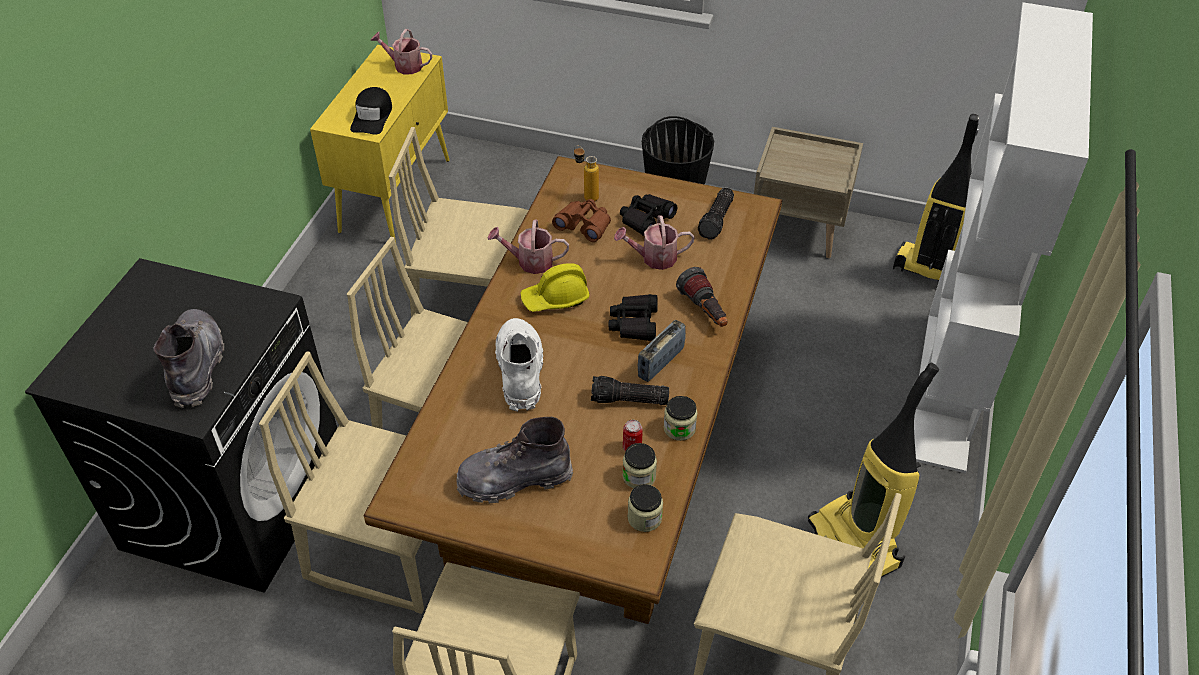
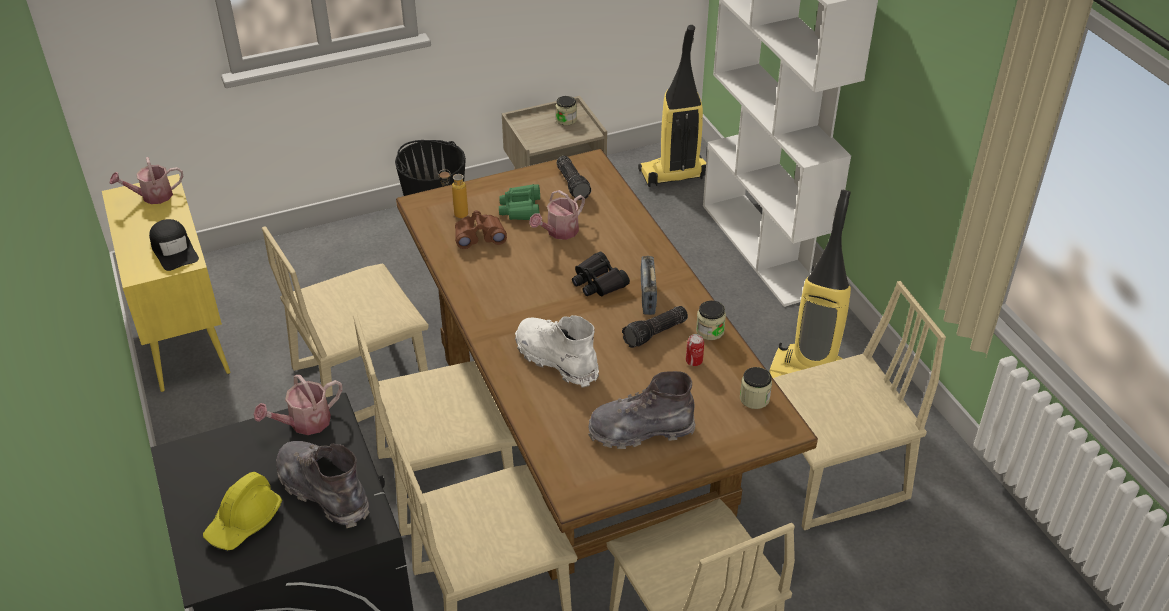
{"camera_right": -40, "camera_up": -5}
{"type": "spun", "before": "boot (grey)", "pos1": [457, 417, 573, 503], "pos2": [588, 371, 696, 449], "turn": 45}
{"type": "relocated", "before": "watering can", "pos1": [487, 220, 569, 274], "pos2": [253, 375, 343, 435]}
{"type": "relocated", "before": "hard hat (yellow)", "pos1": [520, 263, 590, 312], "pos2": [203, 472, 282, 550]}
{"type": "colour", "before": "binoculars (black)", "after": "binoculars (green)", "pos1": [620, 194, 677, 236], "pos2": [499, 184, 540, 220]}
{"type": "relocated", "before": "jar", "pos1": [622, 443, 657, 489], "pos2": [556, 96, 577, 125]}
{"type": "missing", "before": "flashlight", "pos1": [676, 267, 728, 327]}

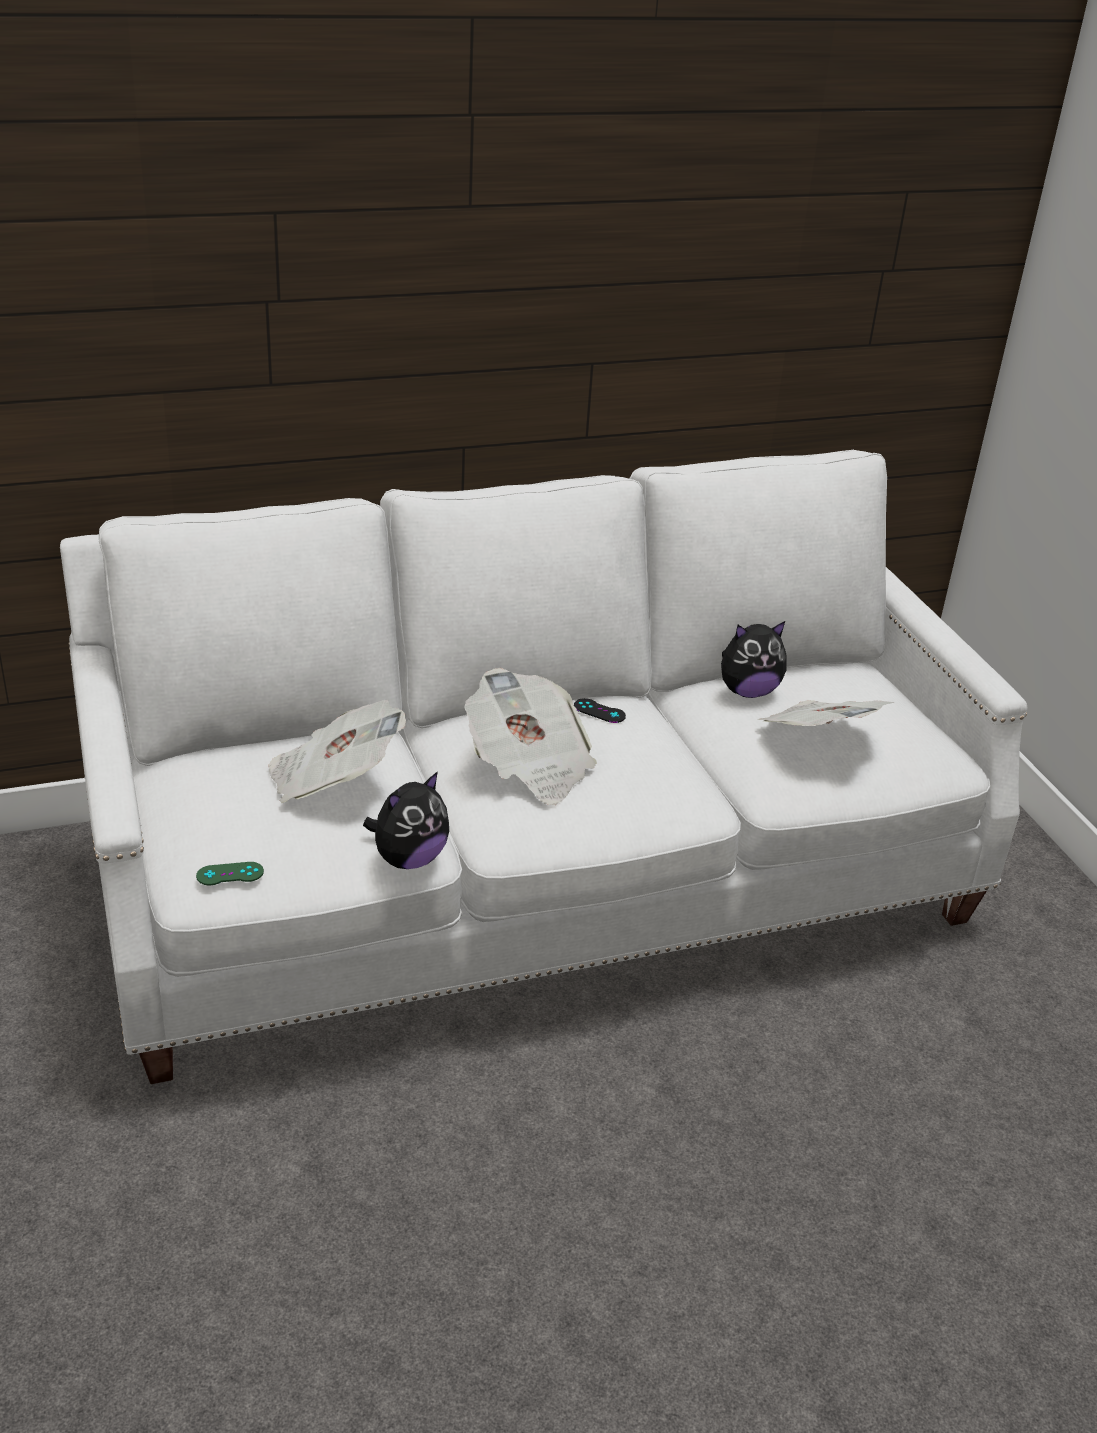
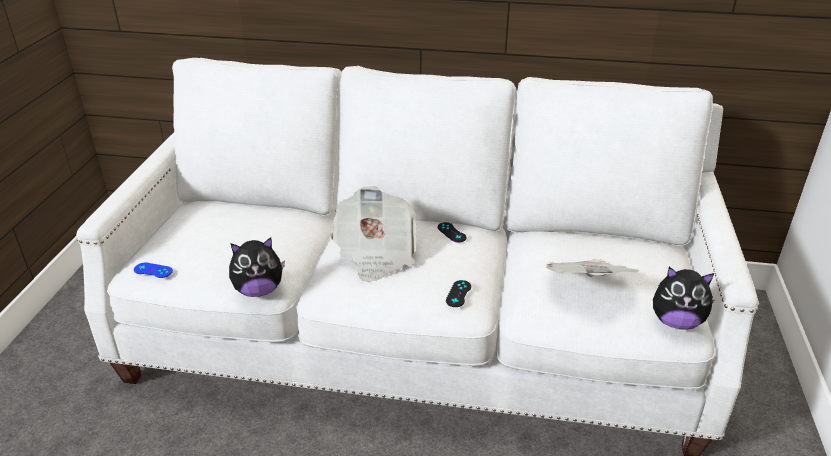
{"camera_right": 30, "camera_up": 0}
{"type": "colour", "before": "game controller (green)", "after": "game controller (blue)", "pos1": [196, 862, 264, 885], "pos2": [134, 262, 173, 278]}
{"type": "missing", "before": "newspaper", "pos1": [268, 700, 406, 803]}
{"type": "relocated", "before": "plush toy", "pos1": [721, 621, 787, 698], "pos2": [653, 267, 714, 330]}
{"type": "appeared", "after": "game controller (black)", "pos2": [446, 280, 471, 307]}

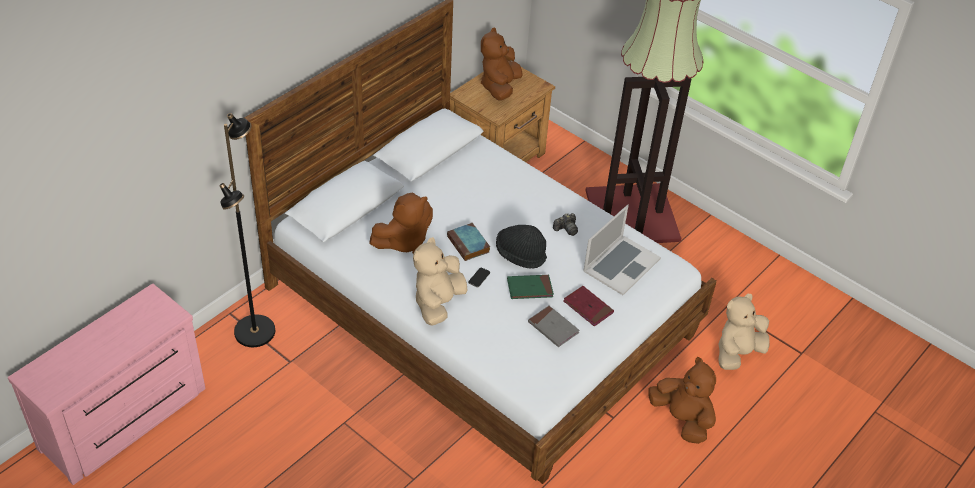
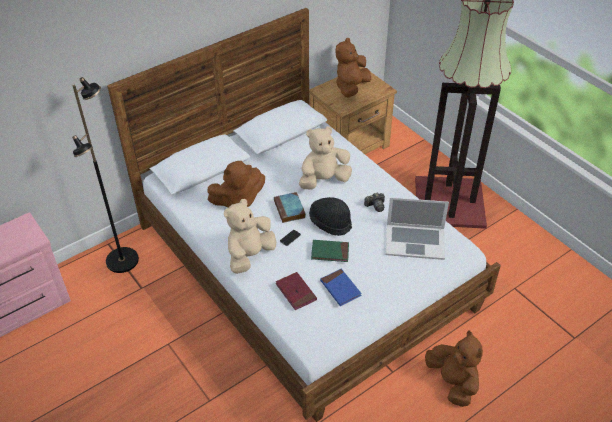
{"camera_right": 15, "camera_up": 0}
{"type": "colour", "before": "book (grey)", "after": "book (blue)", "pos1": [528, 306, 579, 347], "pos2": [320, 269, 362, 306]}
{"type": "relocated", "before": "book (red)", "pos1": [564, 286, 614, 327], "pos2": [276, 272, 317, 310]}
{"type": "spun", "before": "laptop", "pos1": [584, 205, 661, 295], "pos2": [386, 197, 449, 260], "turn": 45}
{"type": "relocated", "before": "plush toy (beige)", "pos1": [718, 294, 770, 370], "pos2": [299, 126, 352, 190]}

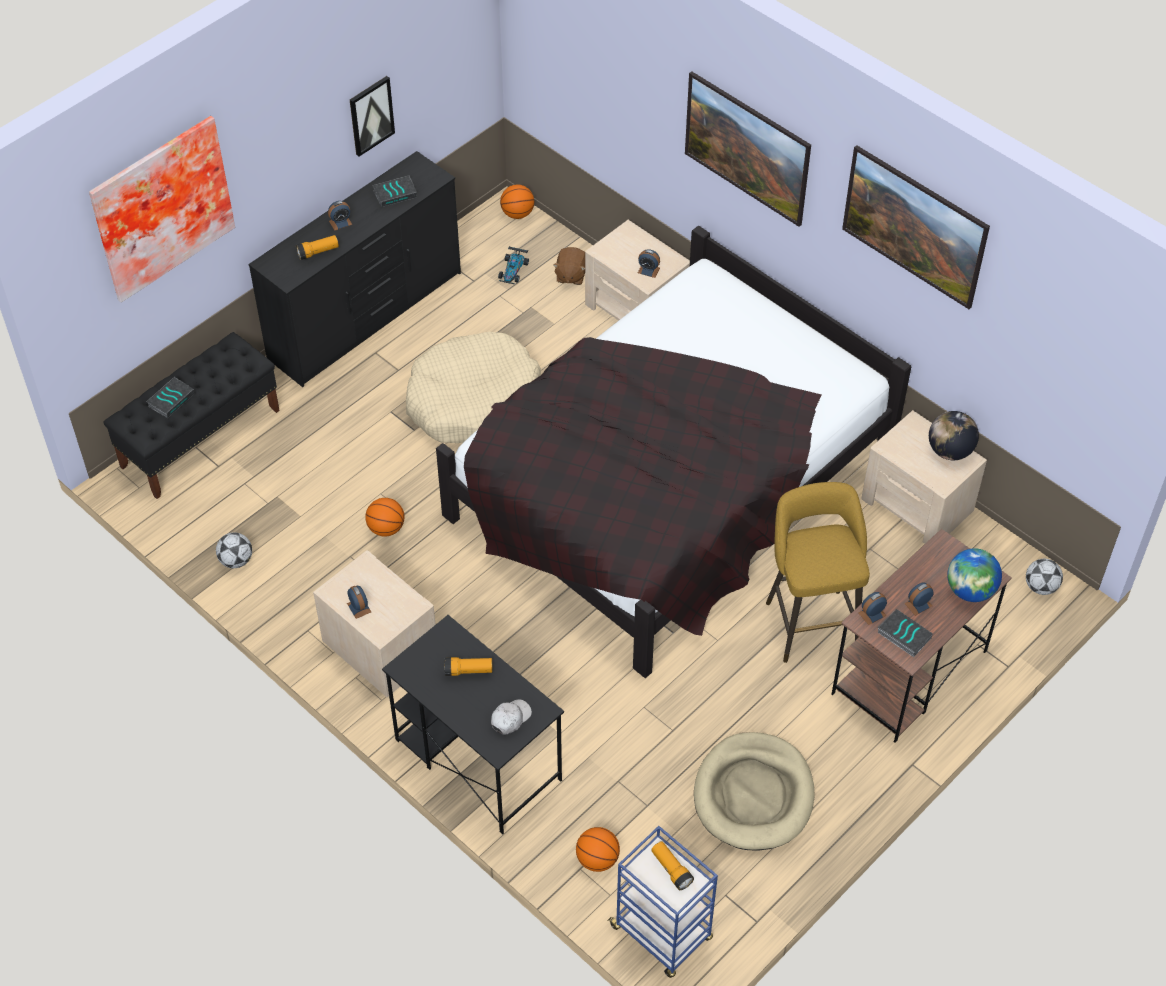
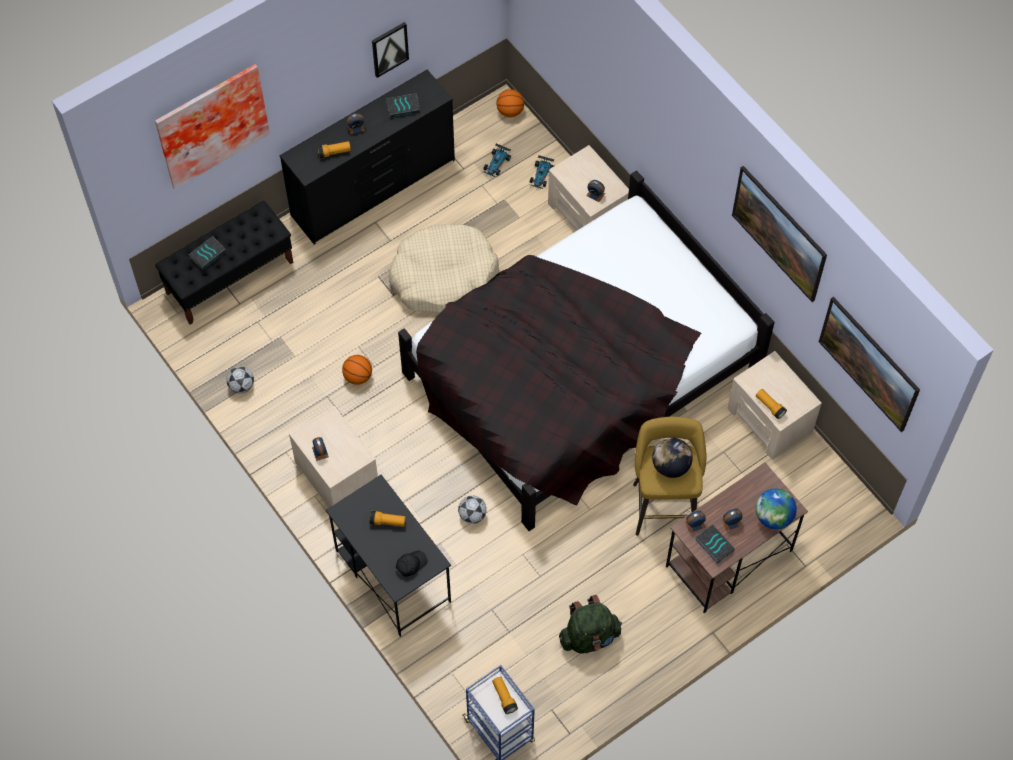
{"camera_right": 10, "camera_up": 10}
{"type": "colour", "before": "cap (white)", "after": "cap (black)", "pos1": [491, 699, 532, 735], "pos2": [396, 551, 427, 577]}
{"type": "exchanged", "before": "plush toy (brown)", "after": "toy car", "pos1": [553, 247, 585, 285], "pos2": [530, 155, 554, 189]}
{"type": "missing", "before": "basketball", "pos1": [576, 827, 620, 872]}
{"type": "relocated", "before": "picture", "pos1": [685, 72, 811, 227], "pos2": [819, 297, 920, 432]}
{"type": "exchanged", "before": "dog bed (beige)", "after": "backpack (green)", "pos1": [694, 732, 815, 850], "pos2": [559, 595, 622, 654]}
{"type": "relocated", "before": "globe", "pos1": [929, 411, 979, 460], "pos2": [652, 438, 693, 478]}
{"type": "relocated", "before": "football", "pos1": [1026, 559, 1063, 595], "pos2": [458, 495, 487, 524]}
{"type": "appeared", "after": "flashlight", "pos2": [756, 389, 787, 419]}

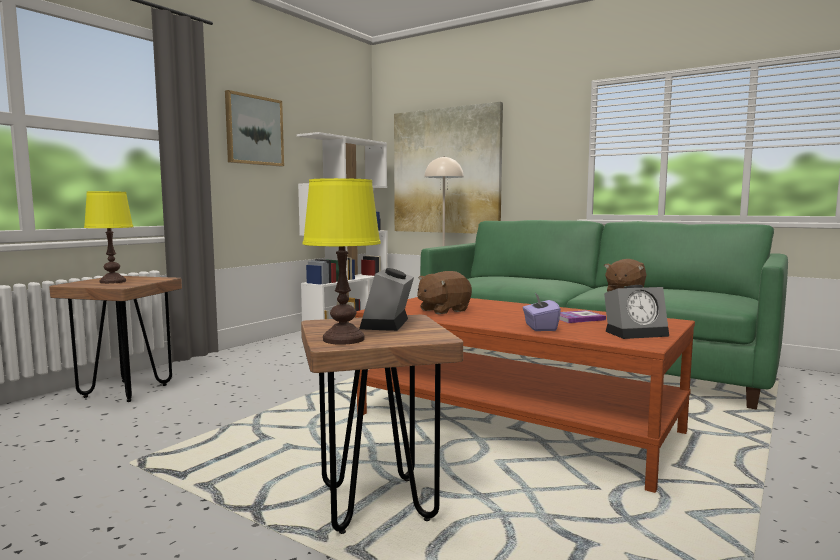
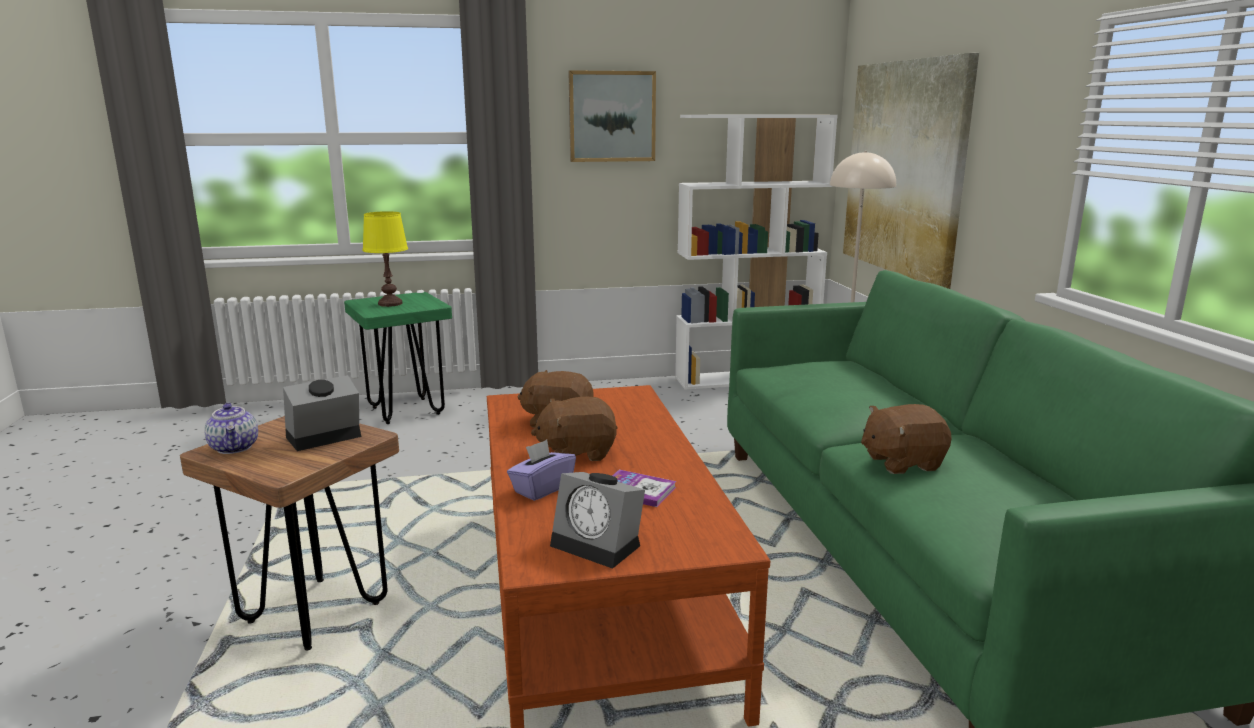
{"camera_right": 45, "camera_up": 10}
{"type": "colour", "before": "stool (brown)", "after": "stool (green)", "pos1": [49, 276, 182, 402], "pos2": [344, 292, 452, 424]}
{"type": "exchanged", "before": "table lamp (yellow)", "after": "teapot", "pos1": [303, 178, 381, 345], "pos2": [204, 403, 258, 454]}
{"type": "appeared", "after": "plush toy (brown)", "pos2": [531, 397, 617, 461]}

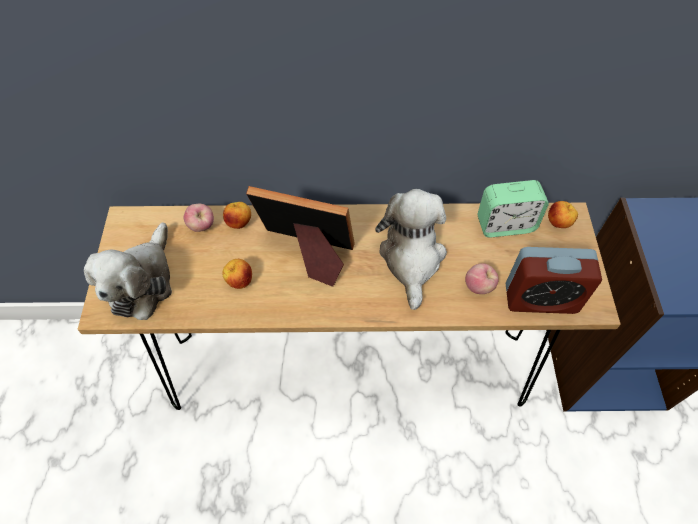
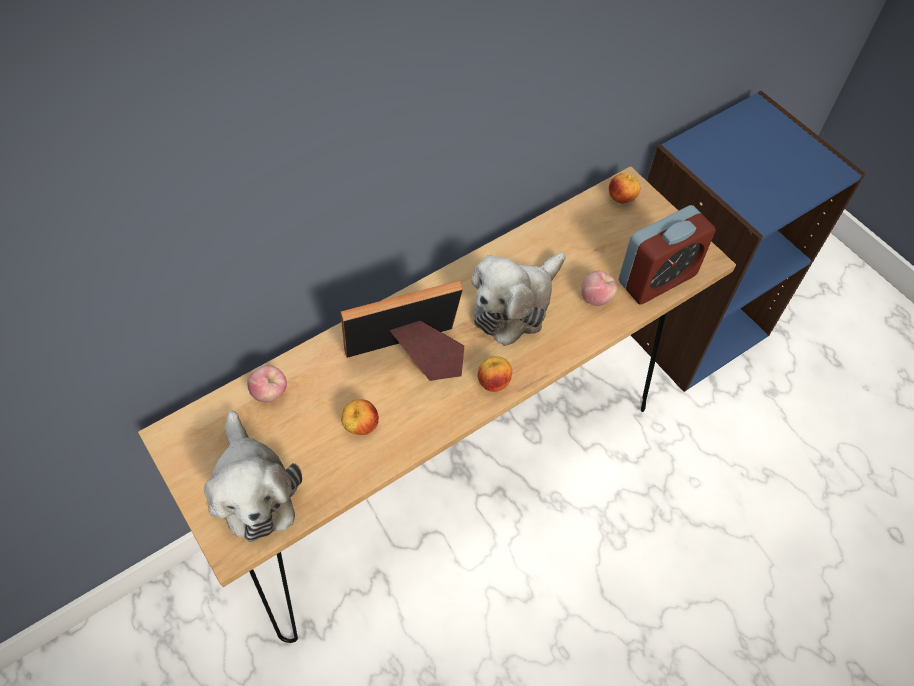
{"camera_right": -35, "camera_up": 0}
{"type": "relocated", "before": "apple", "pos1": [223, 202, 251, 229], "pos2": [478, 356, 512, 392]}
{"type": "spun", "before": "plush toy", "pos1": [375, 189, 447, 310], "pos2": [471, 253, 566, 346], "turn": -105}
{"type": "missing", "before": "alarm clock", "pos1": [477, 180, 549, 237]}

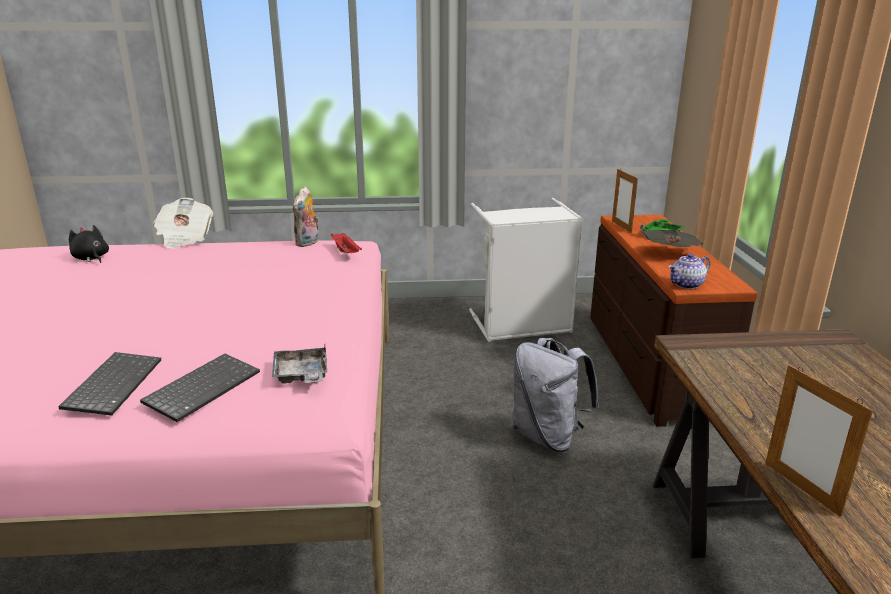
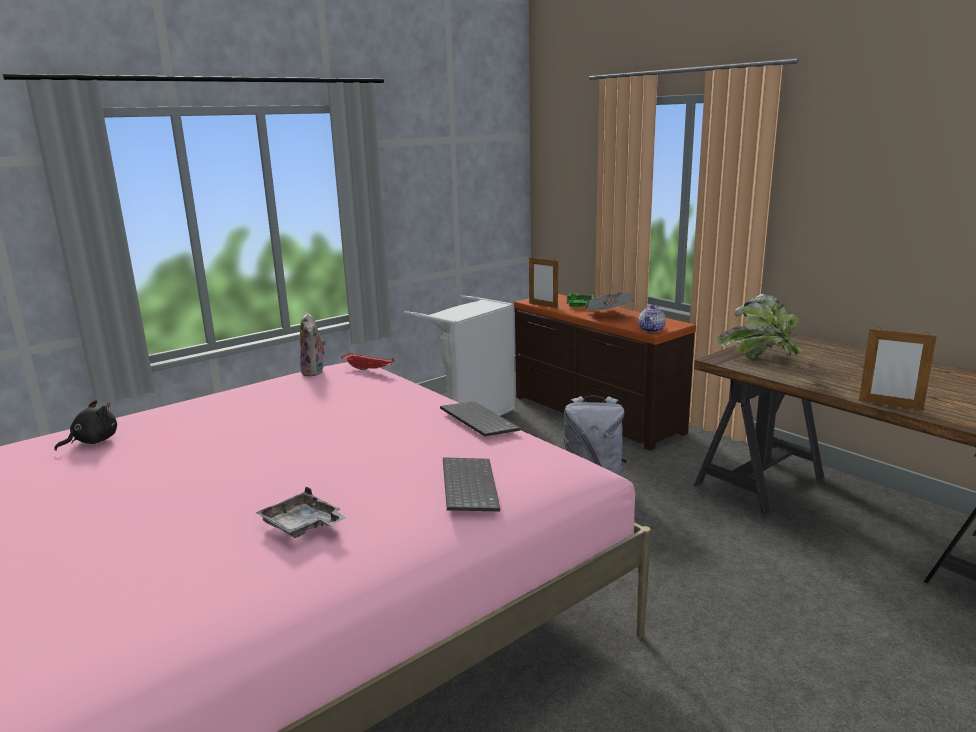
{"camera_right": -35, "camera_up": -5}
{"type": "relocated", "before": "keyboard", "pos1": [58, 352, 161, 416], "pos2": [440, 401, 521, 437]}
{"type": "spun", "before": "plush toy (black)", "pos1": [69, 225, 109, 263], "pos2": [54, 400, 117, 451], "turn": 120}
{"type": "missing", "before": "newspaper", "pos1": [153, 198, 213, 249]}
{"type": "relocated", "before": "tray (grey)", "pos1": [272, 346, 327, 383], "pos2": [255, 487, 347, 538]}
{"type": "appeared", "after": "potted plant", "pos2": [717, 294, 802, 358]}

